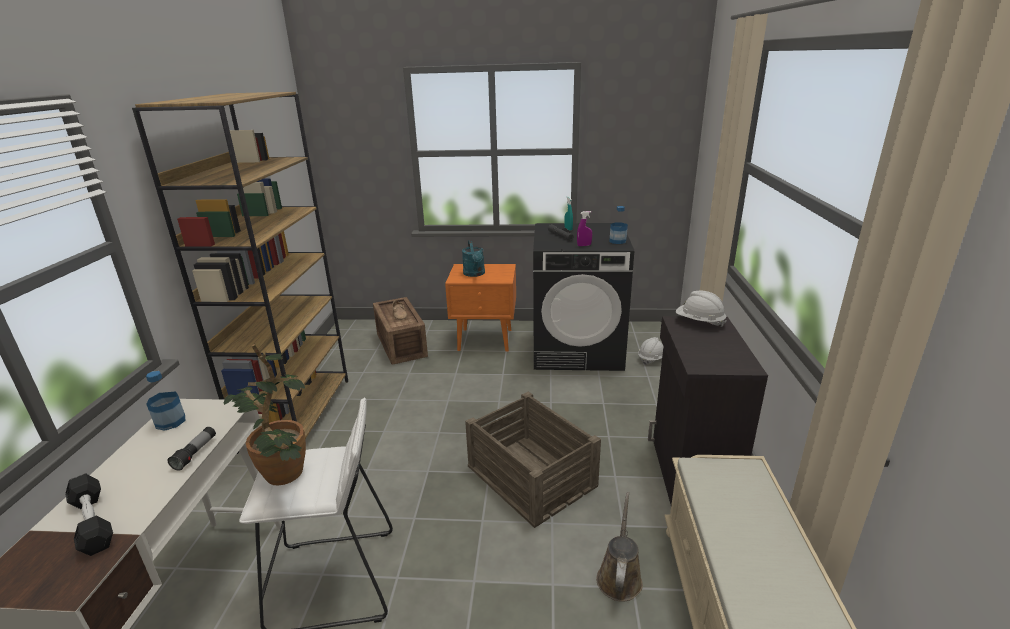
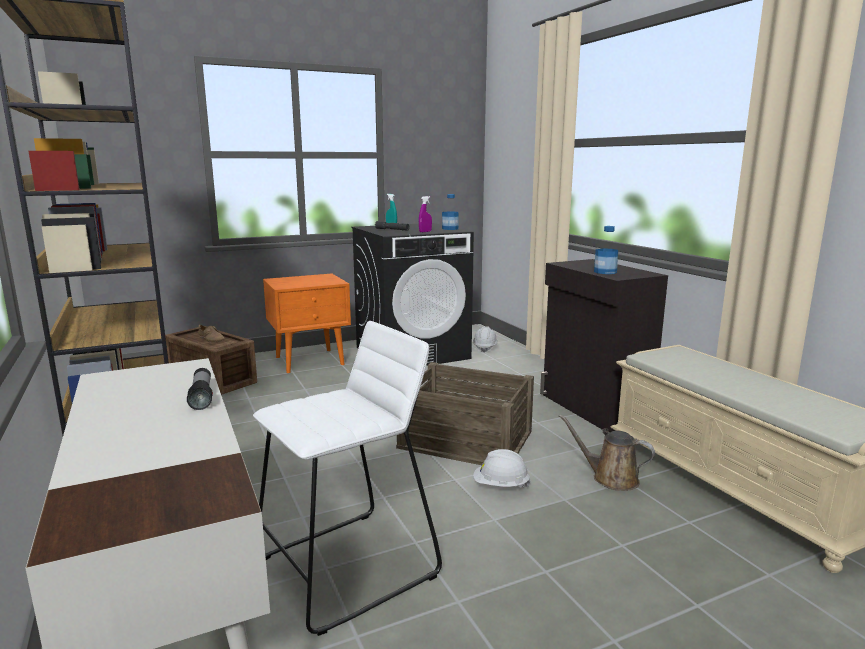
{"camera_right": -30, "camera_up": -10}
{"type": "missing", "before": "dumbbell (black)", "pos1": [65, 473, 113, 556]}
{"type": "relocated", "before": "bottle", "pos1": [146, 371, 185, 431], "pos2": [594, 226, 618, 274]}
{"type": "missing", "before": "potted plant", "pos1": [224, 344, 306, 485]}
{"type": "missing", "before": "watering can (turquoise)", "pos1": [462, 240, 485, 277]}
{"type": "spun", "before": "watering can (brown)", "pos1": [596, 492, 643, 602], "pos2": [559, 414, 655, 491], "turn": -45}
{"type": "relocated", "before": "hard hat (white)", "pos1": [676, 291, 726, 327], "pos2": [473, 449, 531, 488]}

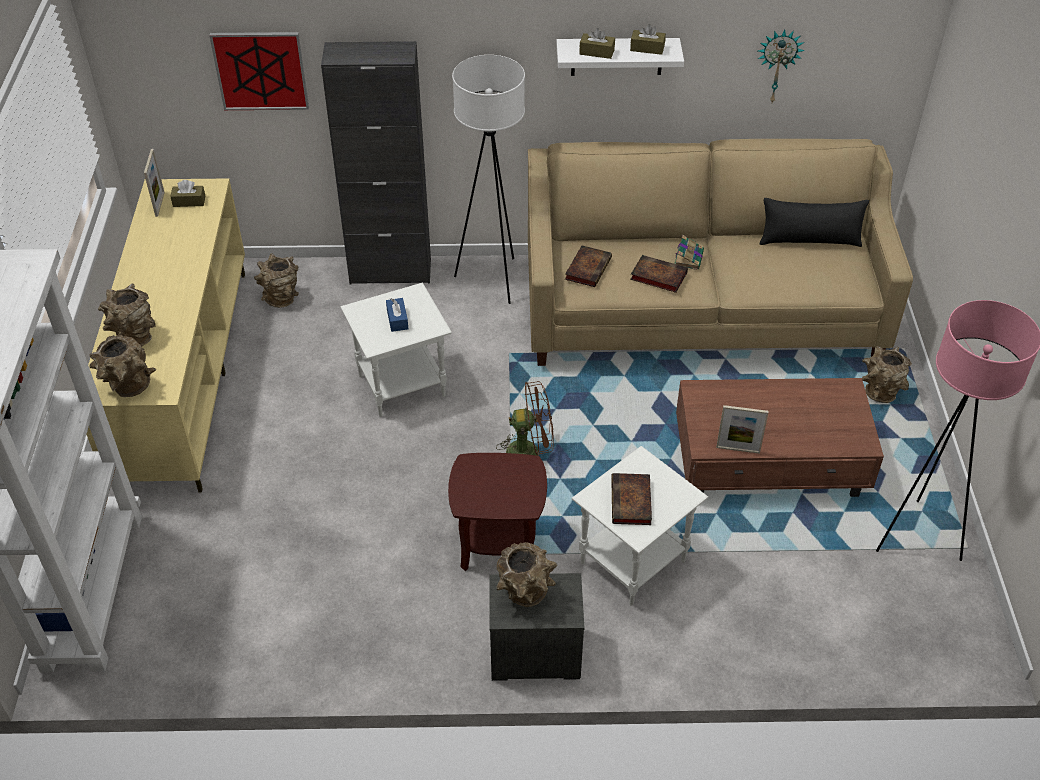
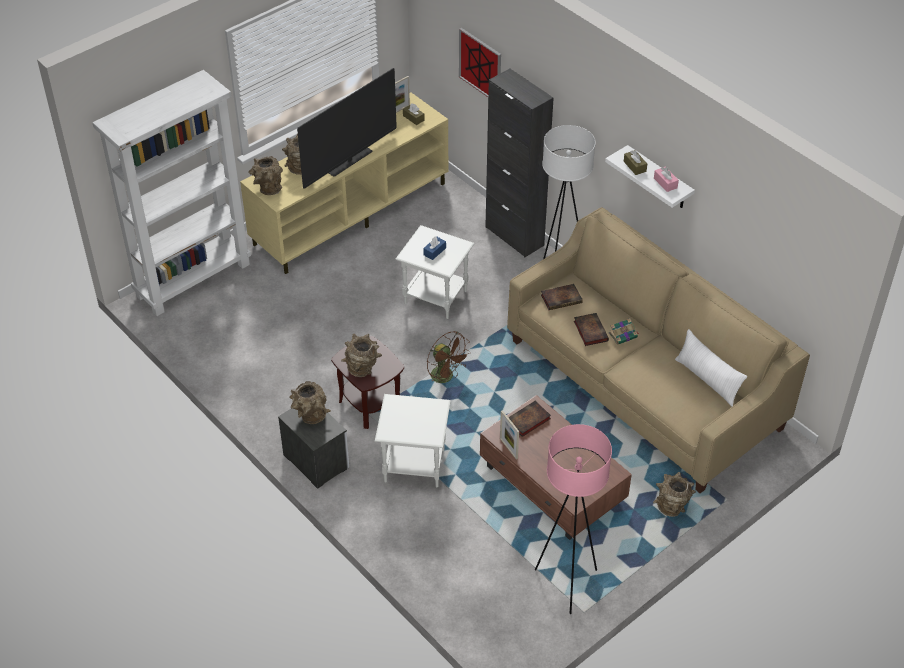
{"camera_right": 50, "camera_up": 0}
{"type": "relocated", "before": "vase (brown)", "pos1": [254, 253, 299, 308], "pos2": [341, 334, 382, 377]}
{"type": "relocated", "before": "book", "pos1": [611, 473, 652, 525], "pos2": [508, 401, 551, 437]}
{"type": "colour", "before": "tissue box (brown)", "after": "tissue box (pink)", "pos1": [630, 24, 666, 55], "pos2": [654, 167, 679, 192]}
{"type": "missing", "before": "wall clock", "pos1": [758, 29, 805, 102]}
{"type": "colour", "before": "pillow (black)", "after": "pillow (white)", "pos1": [759, 198, 869, 247], "pos2": [675, 329, 747, 406]}
{"type": "appeared", "after": "television", "pos2": [297, 68, 397, 189]}

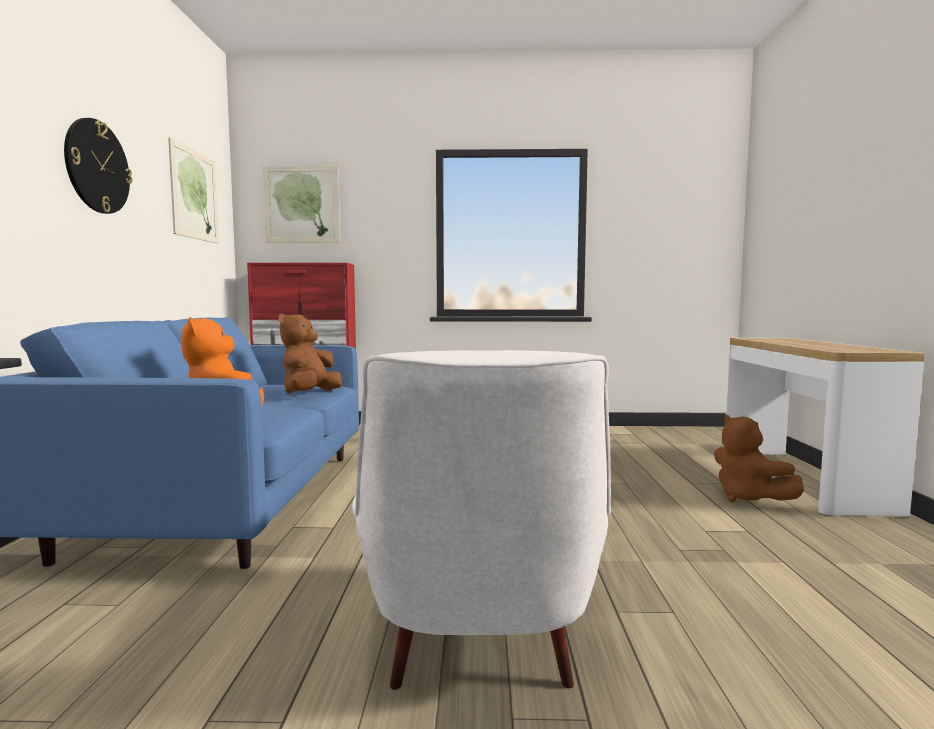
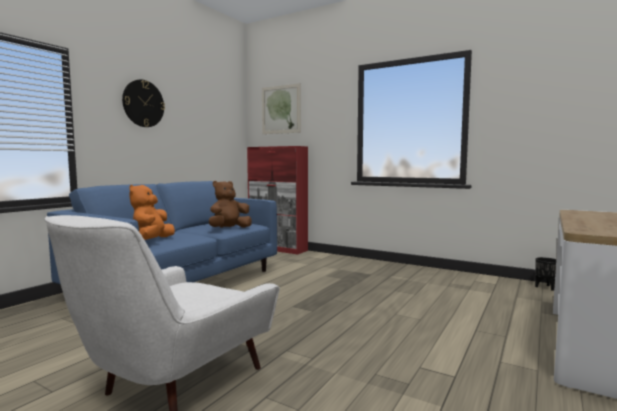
{"camera_right": 30, "camera_up": 0}
{"type": "missing", "before": "picture", "pos1": [168, 137, 219, 244]}
{"type": "missing", "before": "plush toy (brown)", "pos1": [714, 415, 804, 502]}
{"type": "appeared", "after": "planter (black)", "pos2": [535, 257, 556, 291]}

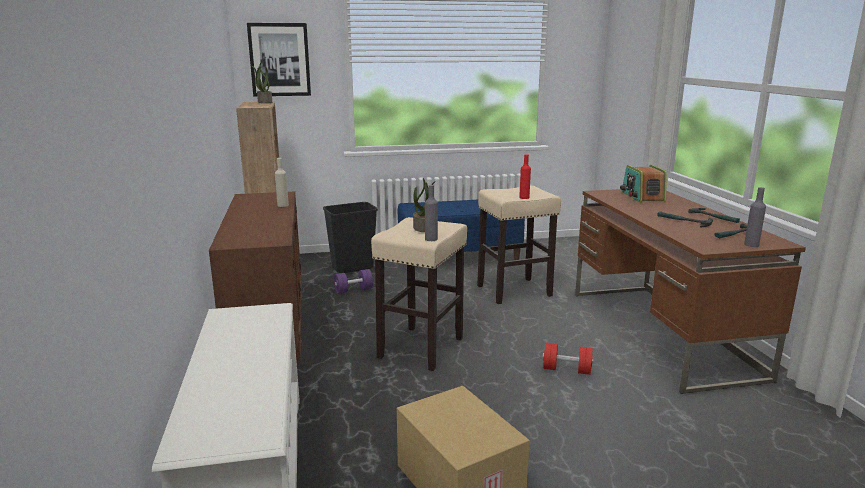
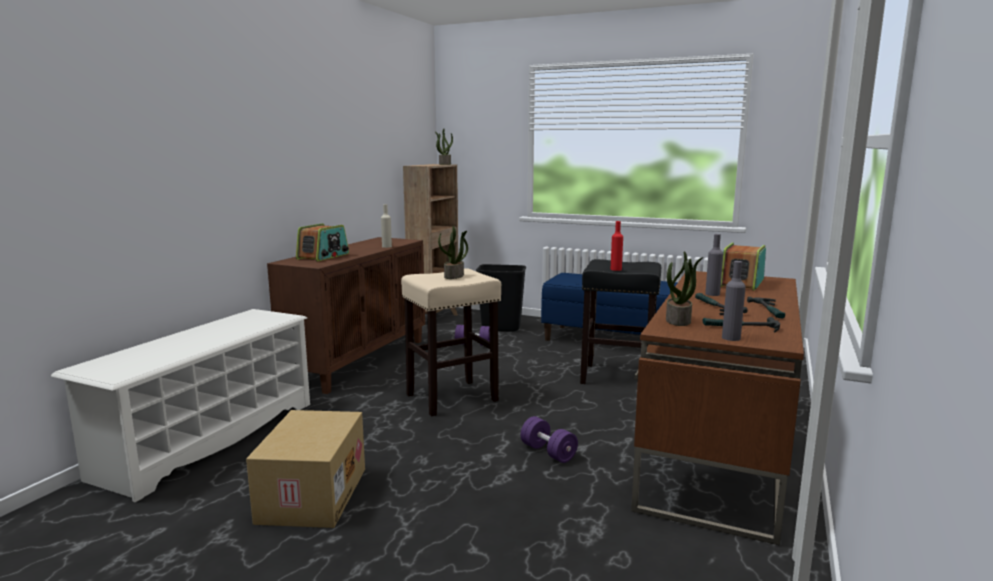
{"camera_right": 35, "camera_up": -5}
{"type": "missing", "before": "picture", "pos1": [247, 23, 311, 96]}
{"type": "relocated", "before": "bottle (grey)", "pos1": [425, 185, 438, 241], "pos2": [705, 234, 723, 296]}
{"type": "colour", "before": "stool (beige)", "after": "stool (black)", "pos1": [477, 186, 561, 304], "pos2": [580, 259, 661, 384]}
{"type": "colour", "before": "dumbbell (red)", "after": "dumbbell (purple)", "pos1": [543, 343, 594, 375], "pos2": [521, 416, 578, 463]}
{"type": "appeared", "after": "radio", "pos2": [296, 223, 349, 261]}
{"type": "appeared", "after": "potted plant", "pos2": [666, 251, 703, 326]}

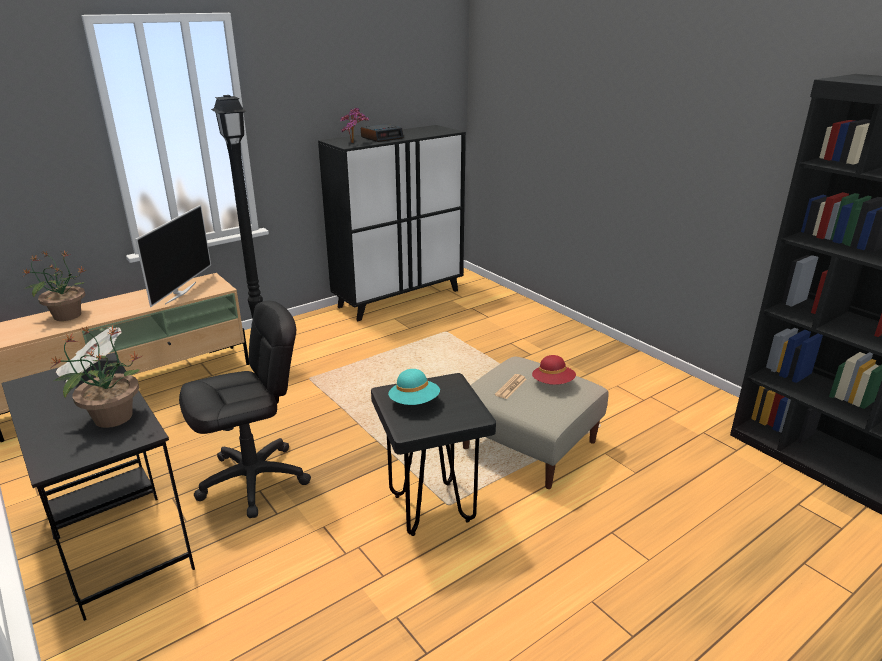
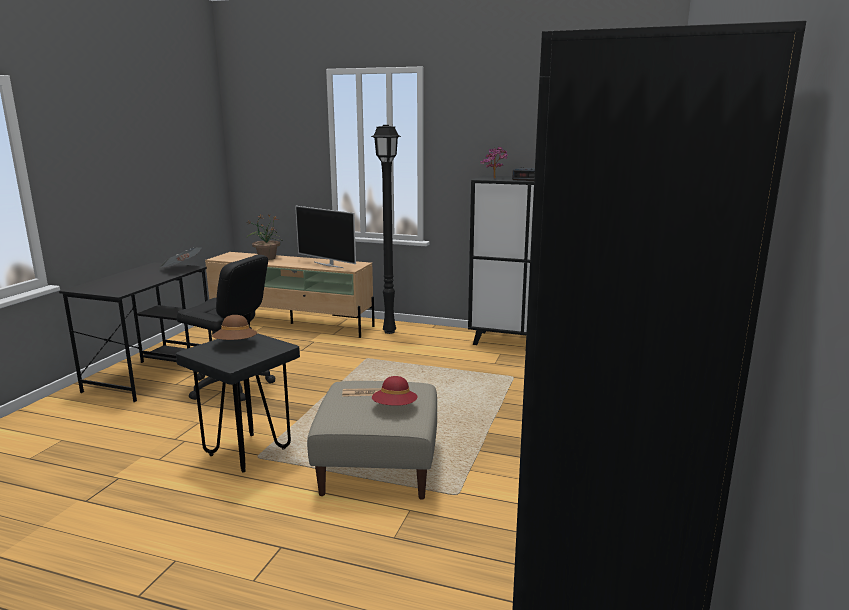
{"camera_right": 55, "camera_up": -10}
{"type": "missing", "before": "potted plant", "pos1": [51, 326, 142, 428]}
{"type": "spun", "before": "television", "pos1": [135, 205, 211, 307], "pos2": [295, 206, 356, 268], "turn": 60}
{"type": "colour", "before": "hat (turquoise)", "after": "hat (brown)", "pos1": [388, 369, 440, 405], "pos2": [212, 315, 257, 340]}

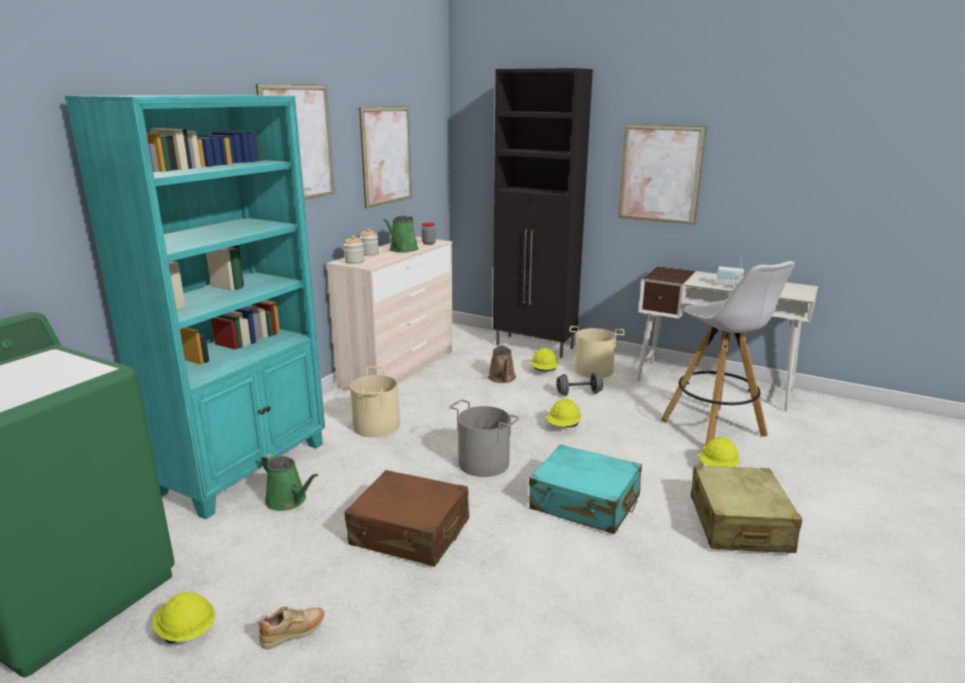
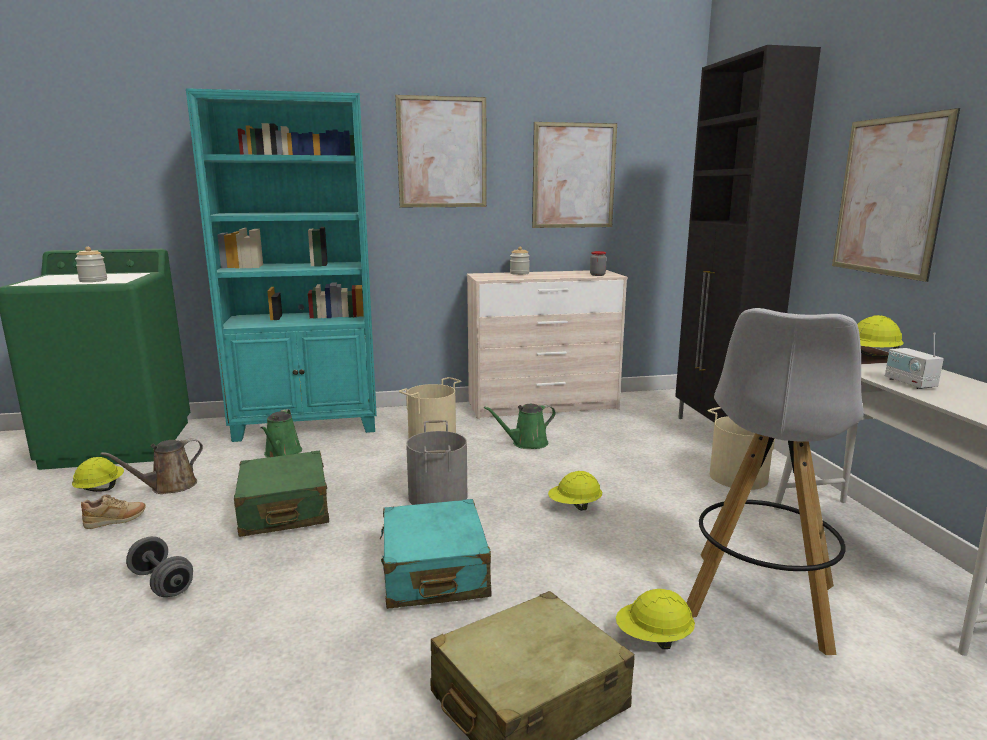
{"camera_right": 50, "camera_up": -5}
{"type": "spun", "before": "shoe (beige)", "pos1": [259, 606, 325, 649], "pos2": [81, 495, 146, 529], "turn": -45}
{"type": "relocated", "before": "jar", "pos1": [344, 235, 365, 264], "pos2": [75, 247, 107, 282]}
{"type": "colour", "before": "suitcase (brown)", "after": "suitcase (green)", "pos1": [344, 470, 469, 567], "pos2": [234, 451, 329, 537]}
{"type": "relocated", "before": "watering can (green)", "pos1": [383, 216, 419, 253], "pos2": [484, 404, 556, 449]}
{"type": "relocated", "before": "watering can (brown)", "pos1": [488, 344, 516, 383], "pos2": [100, 439, 203, 494]}
{"type": "relocated", "before": "hard hat (yellow)", "pos1": [531, 348, 559, 371], "pos2": [857, 315, 903, 358]}
{"type": "relocated", "before": "dumbbell (grey)", "pos1": [557, 372, 603, 396], "pos2": [126, 536, 193, 597]}

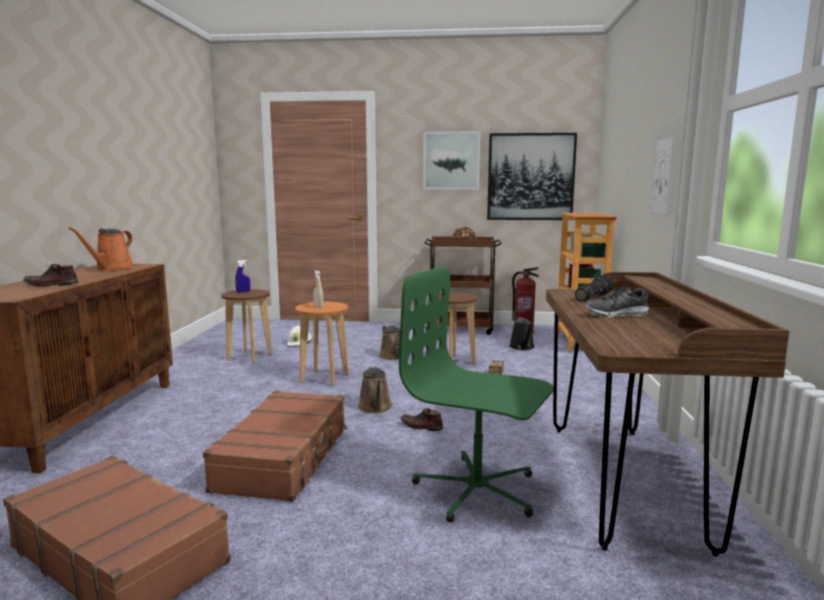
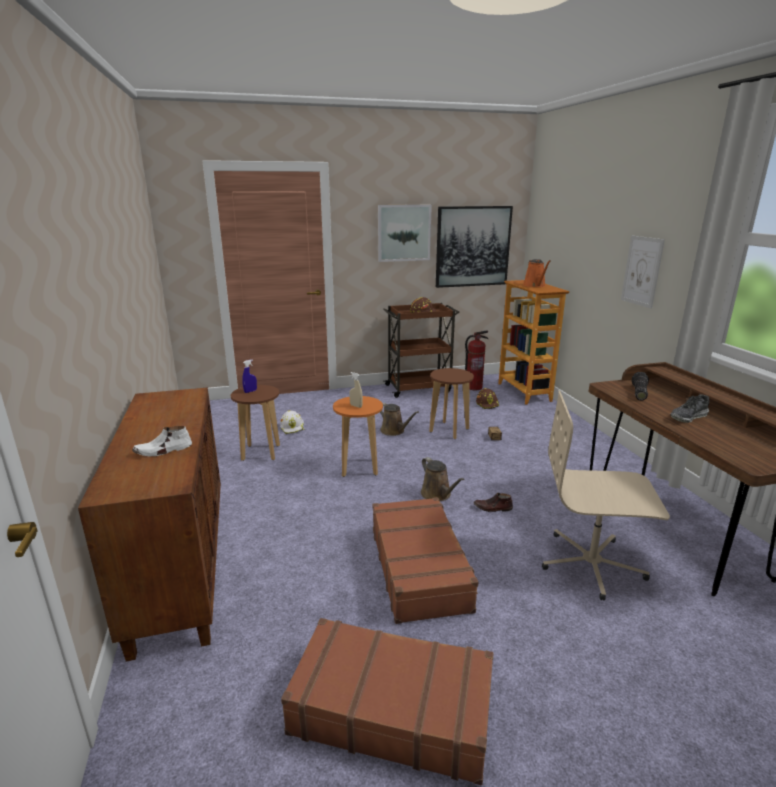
{"camera_right": -20, "camera_up": 10}
{"type": "colour", "before": "shoe (brown)", "after": "shoe (white)", "pos1": [23, 264, 79, 287], "pos2": [132, 426, 192, 456]}
{"type": "relocated", "before": "watering can (orange)", "pos1": [69, 227, 134, 271], "pos2": [523, 259, 551, 287]}
{"type": "colour", "before": "office chair (green)", "after": "office chair (beige)", "pos1": [399, 266, 554, 523], "pos2": [542, 390, 670, 600]}
{"type": "exchanged", "before": "watering can (black)", "after": "hard hat (brown)", "pos1": [509, 318, 535, 350], "pos2": [476, 388, 499, 409]}

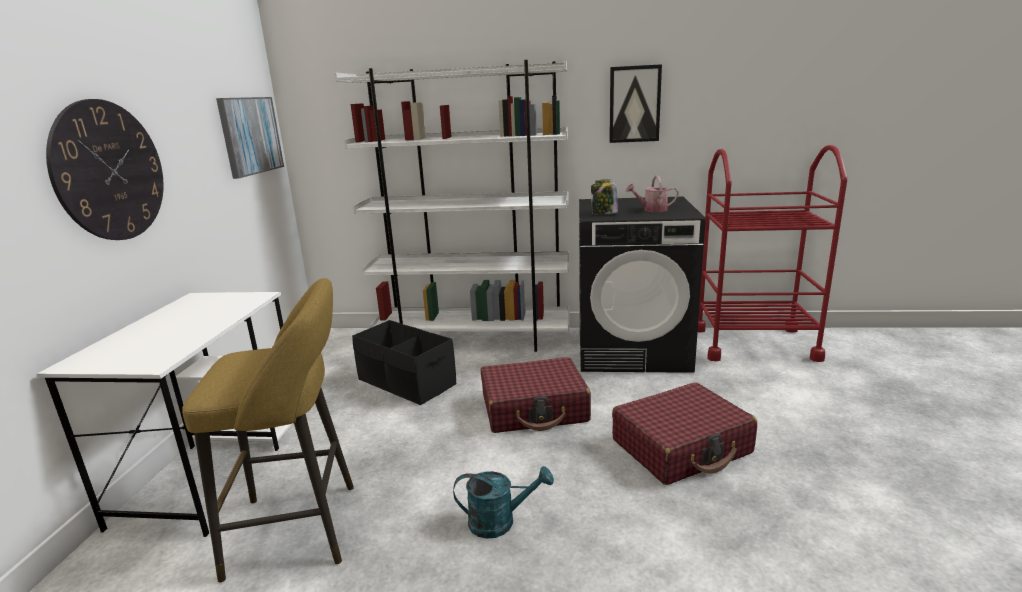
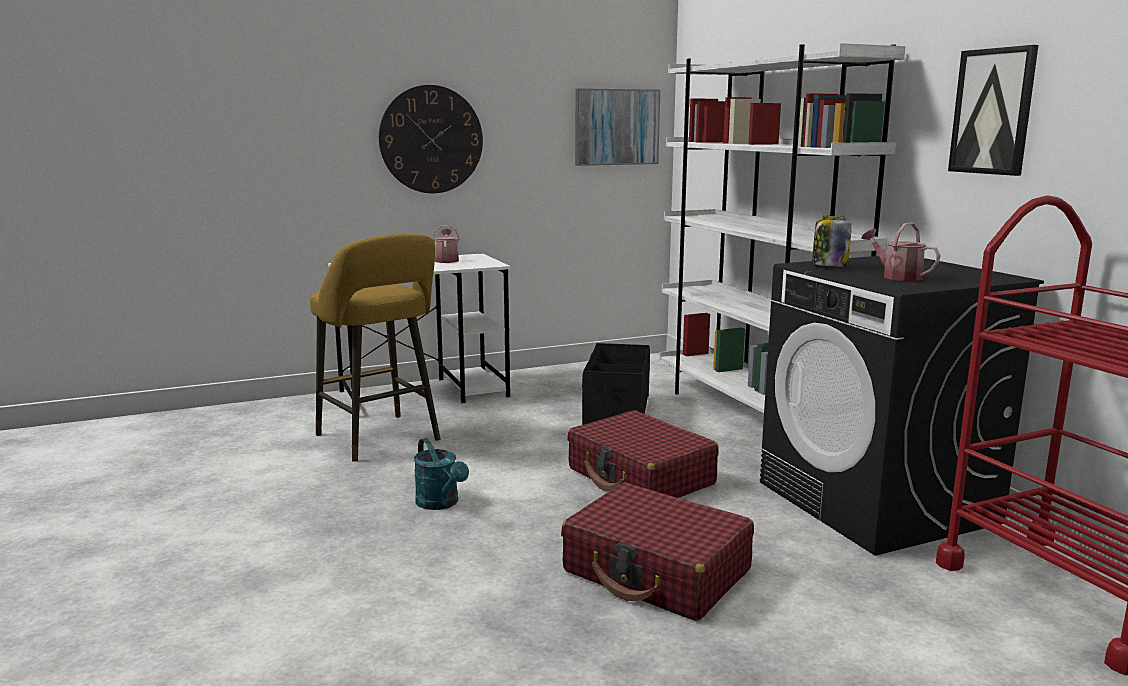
{"camera_right": 60, "camera_up": -5}
{"type": "appeared", "after": "watering can", "pos2": [432, 225, 459, 263]}

